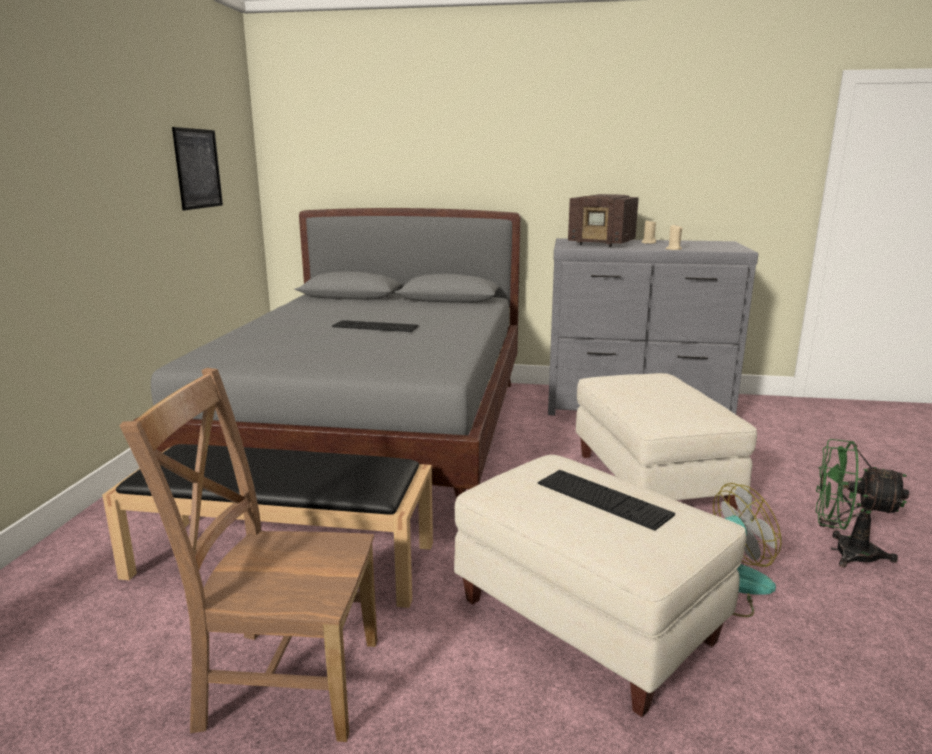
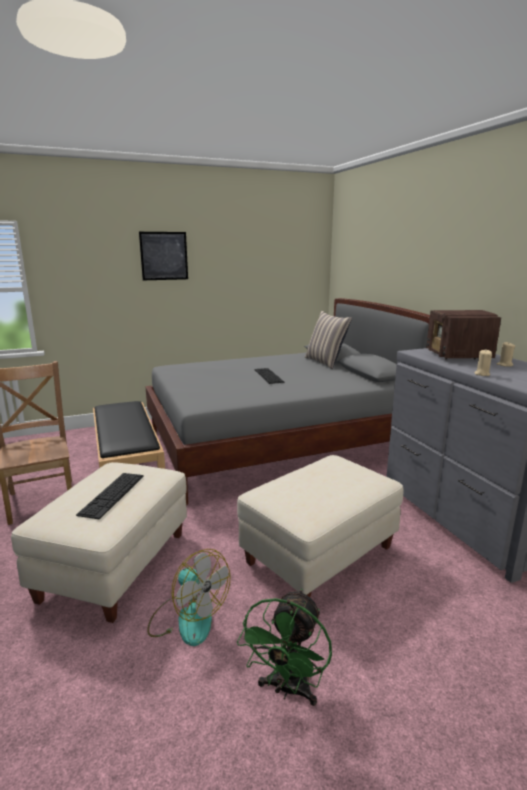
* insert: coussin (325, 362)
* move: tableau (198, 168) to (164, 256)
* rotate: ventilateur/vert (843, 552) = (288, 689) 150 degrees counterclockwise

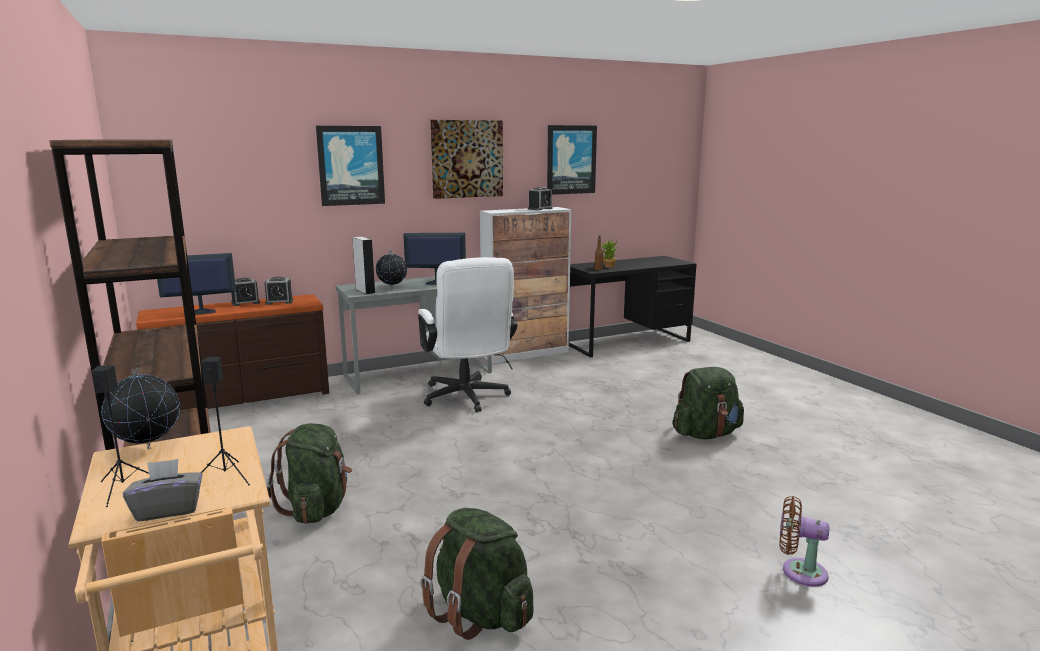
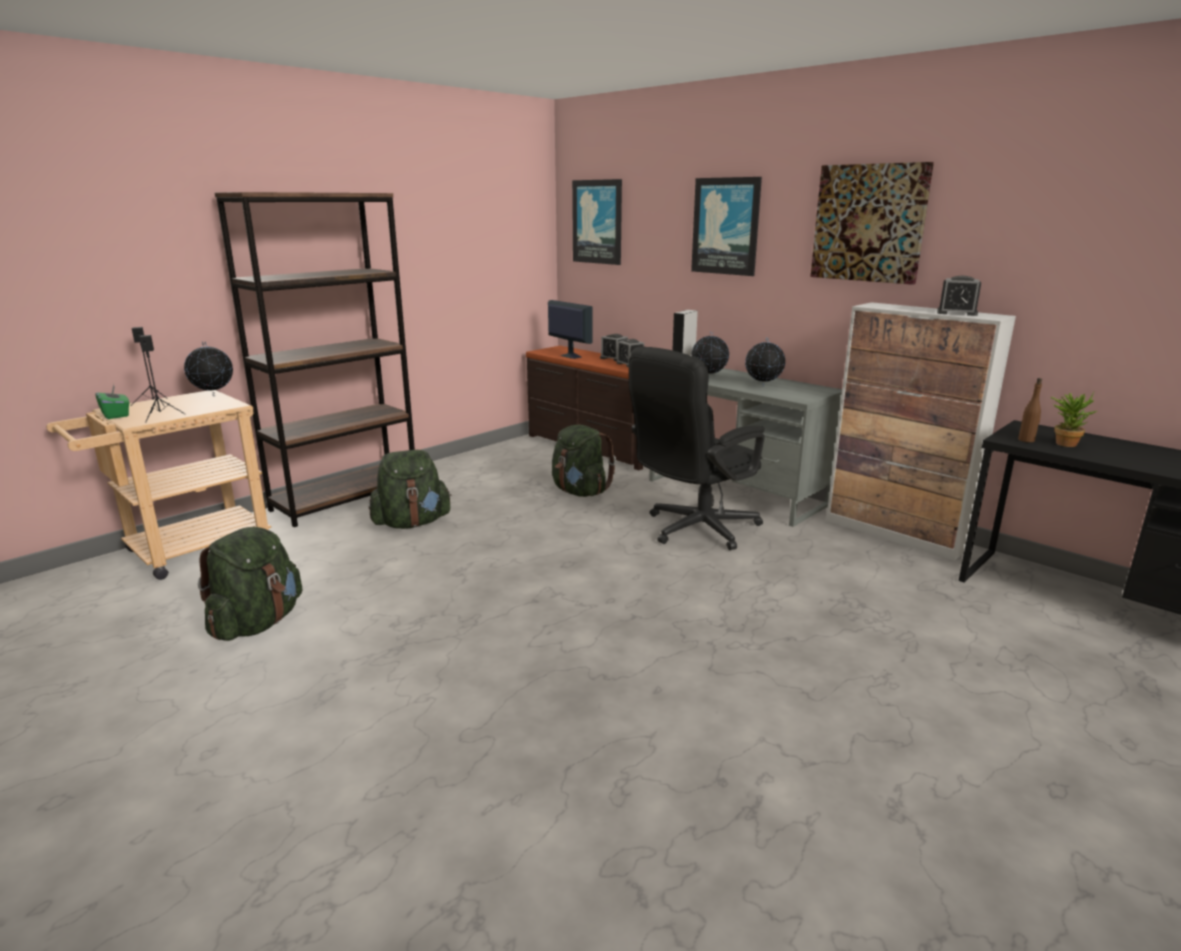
* delete: ventilateur/marron (799, 571)
* move: tableau (571, 159) to (597, 222)
* move: sac à dos/vert (706, 434) to (580, 492)
* replace: écran d'ordinateur (436, 283) to globe (763, 386)
* recolor: boîte à mouchoirs/gris (168, 509) to boîte à mouchoirs/vert (116, 415)
* recolor: chaise de bureau/blanc (467, 398) to chaise de bureau/noir (693, 530)

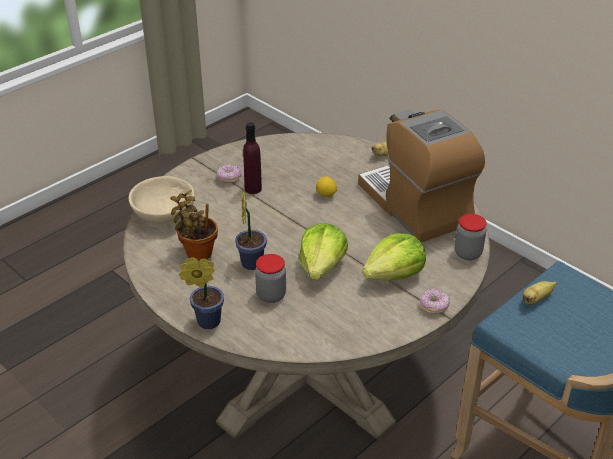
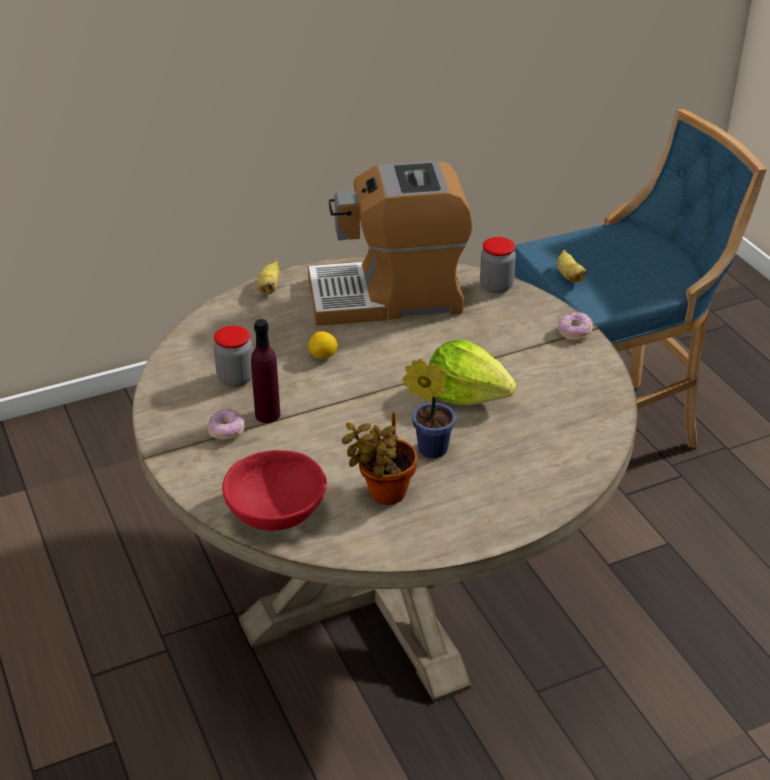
* delete: plante en pot (205, 321)
* delete: laitue (394, 274)
* move: bocal (271, 295) to (235, 378)
* recolor: bol/beige (165, 215) to bol/rouge (276, 511)

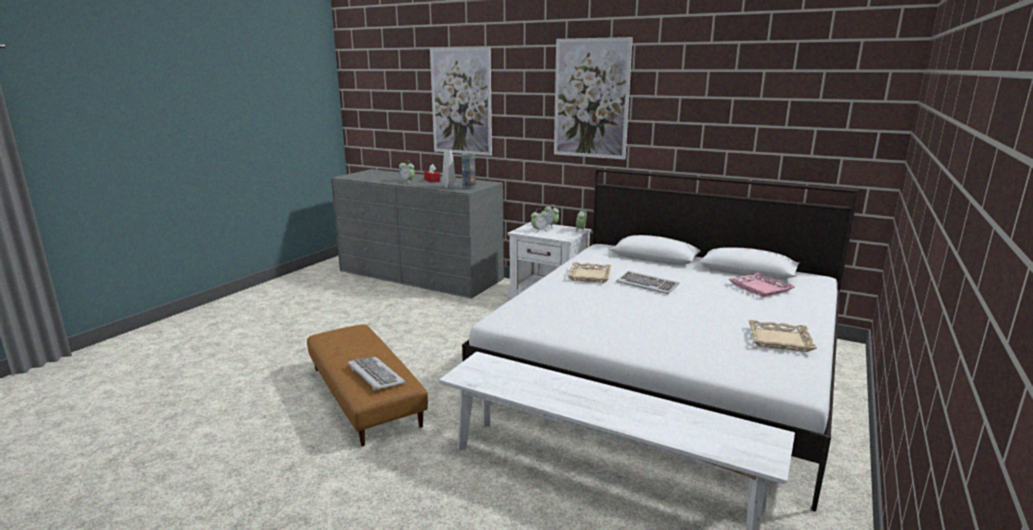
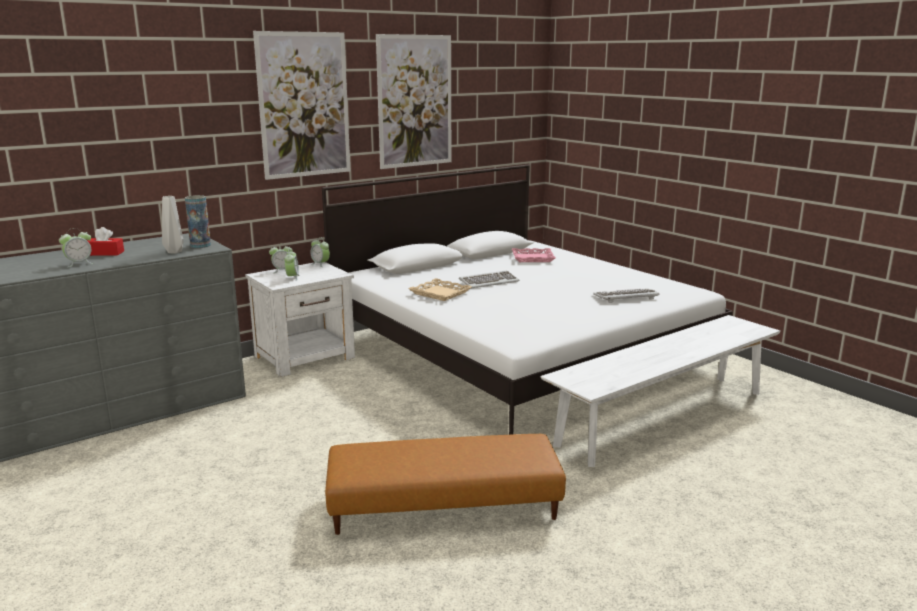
* delete: plateau/beige (780, 340)
* move: clavier (375, 375) to (625, 297)
* move: tableau (461, 102) to (415, 101)

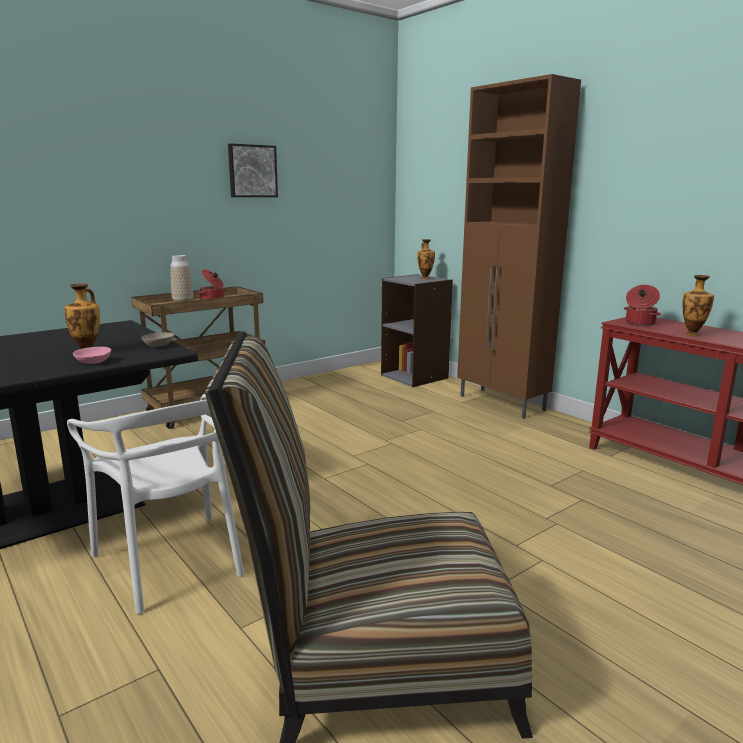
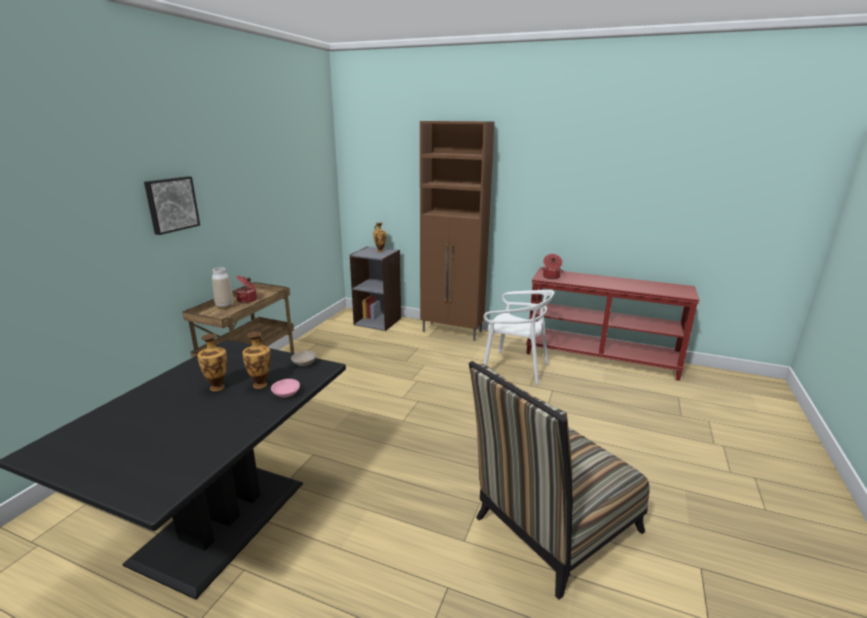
* move: chaise/blanc (171, 561) to (515, 368)
* move: tableau (252, 171) to (171, 204)
* move: vase (692, 334) to (217, 387)

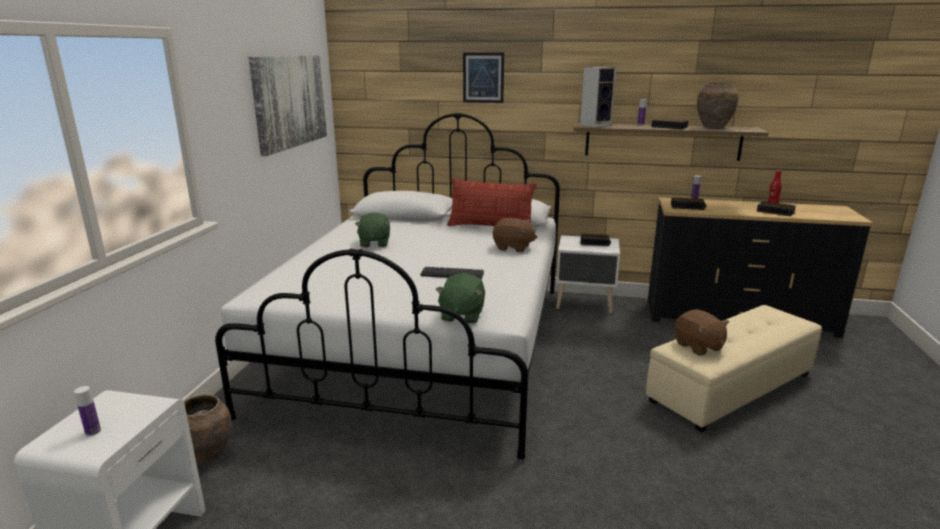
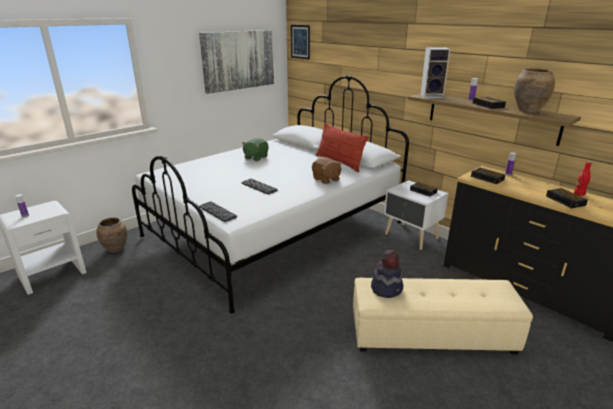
* move: tableau (483, 77) to (300, 41)
* replace: peluche/vert (461, 315) to clavier (217, 212)
* replace: peluche/marron (698, 346) to chapeau (387, 288)

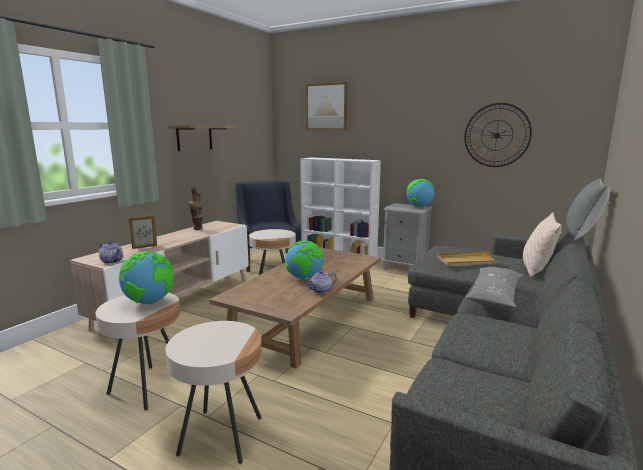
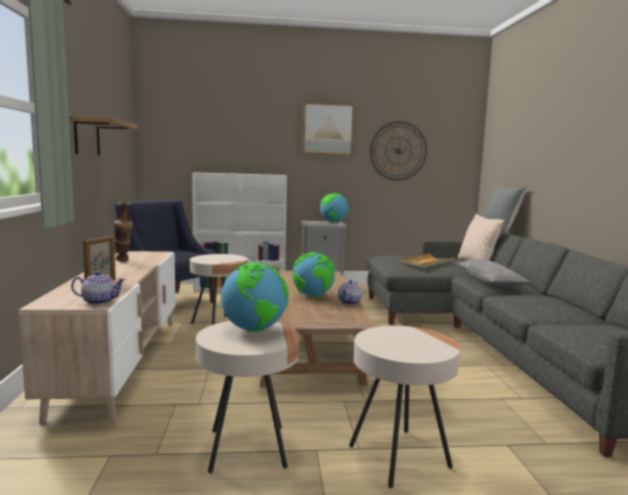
* move: tableau (327, 107) to (328, 129)

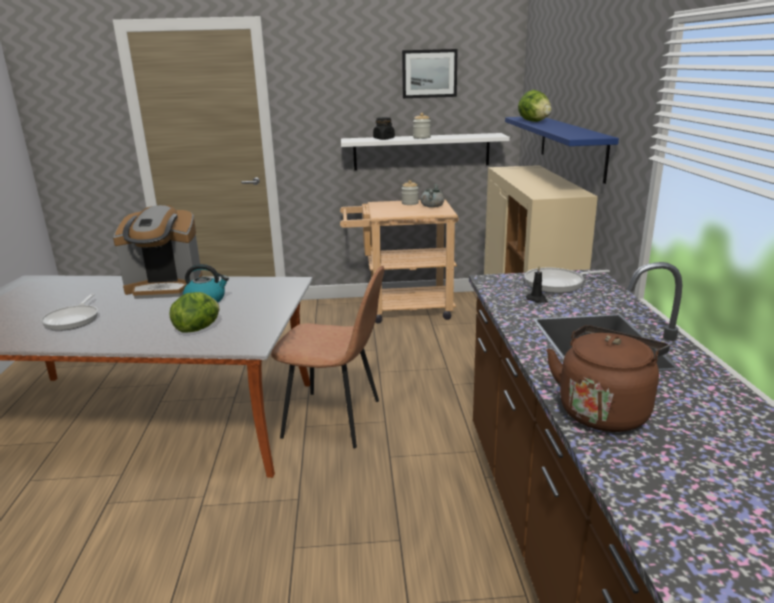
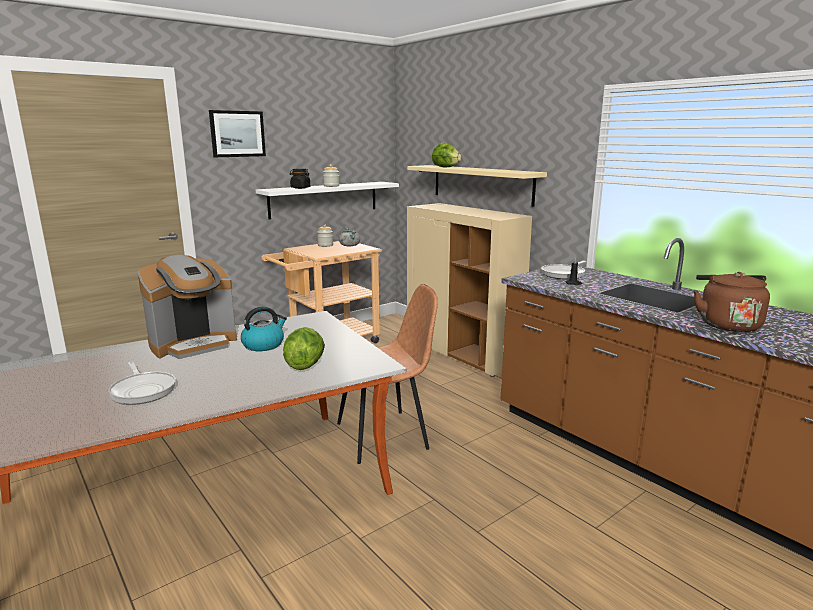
* move: tableau (429, 73) to (237, 134)
* recolor: étagère/bleu (571, 146) to étagère/beige (481, 184)

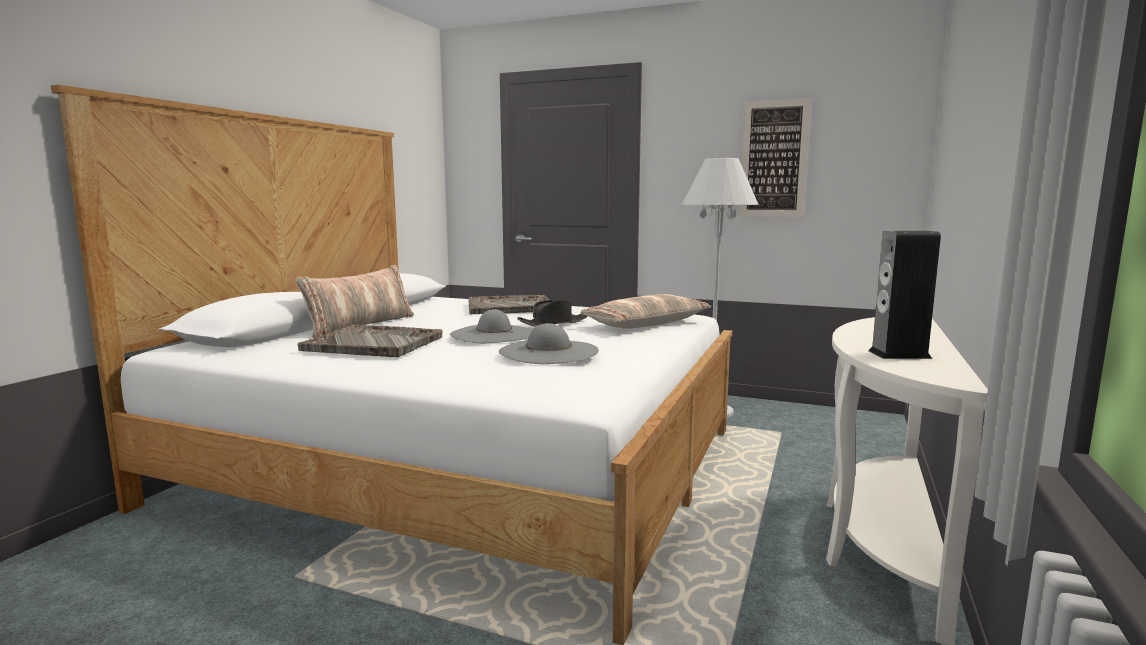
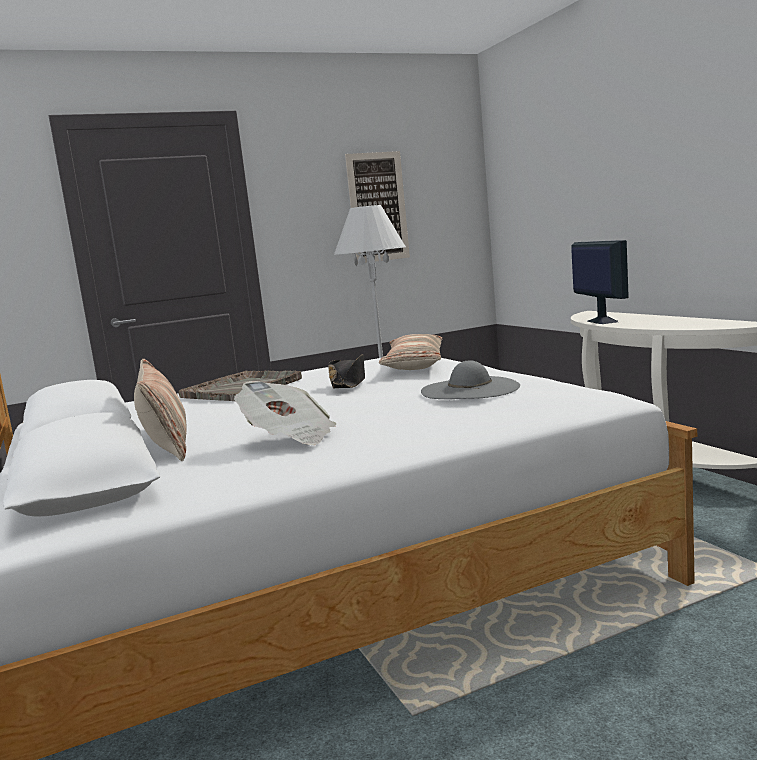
* delete: chapeau/gris (494, 334)
* delete: enceinte (899, 354)
* insert: écran d'ordinateur (601, 321)
* replace: plateau/gris (374, 344) to journal (289, 437)

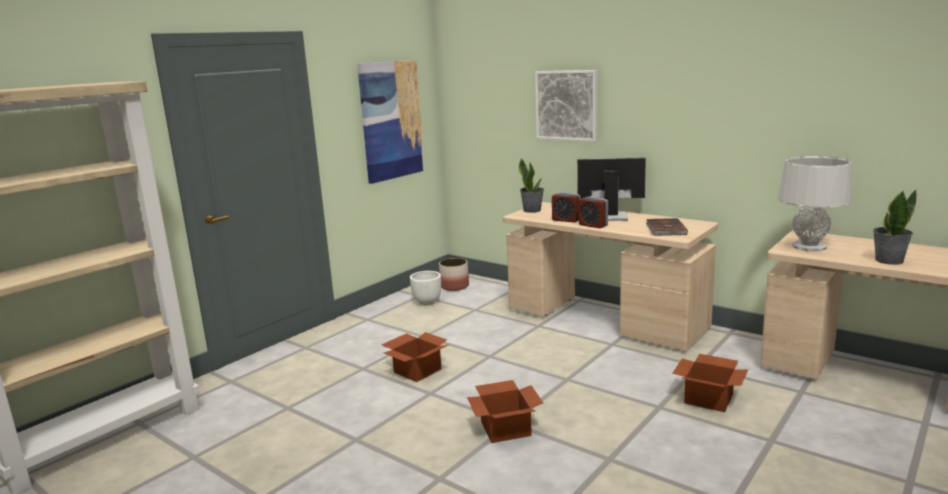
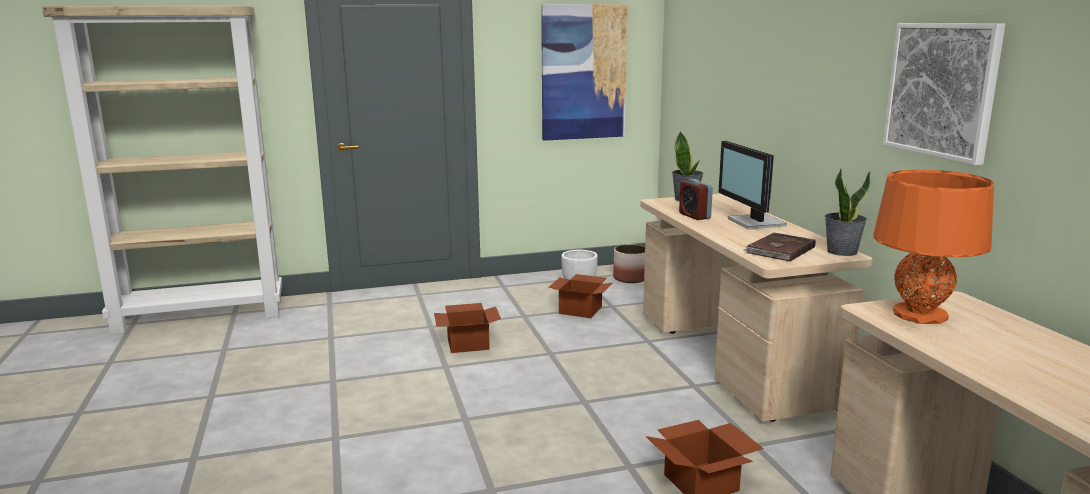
* delete: réveil (593, 225)
* move: carton (506, 428) to (581, 310)
* move: tableau (566, 105) to (941, 90)
* move: plante en pot (888, 260) to (841, 251)
* recolor: lampe de table/gris (809, 246) to lampe de table/orange (920, 315)
* rotate: écran d'ordinateur (610, 216) = (754, 223) 150 degrees counterclockwise

